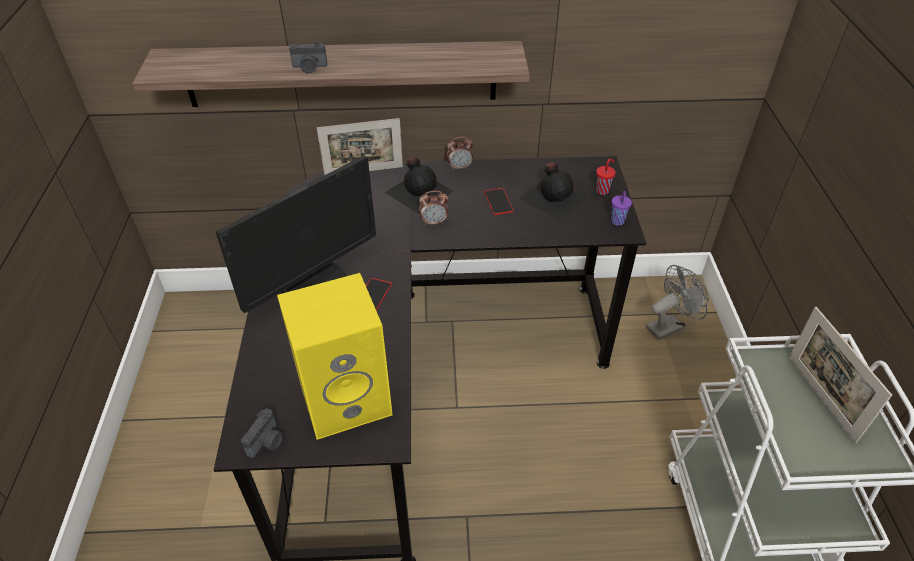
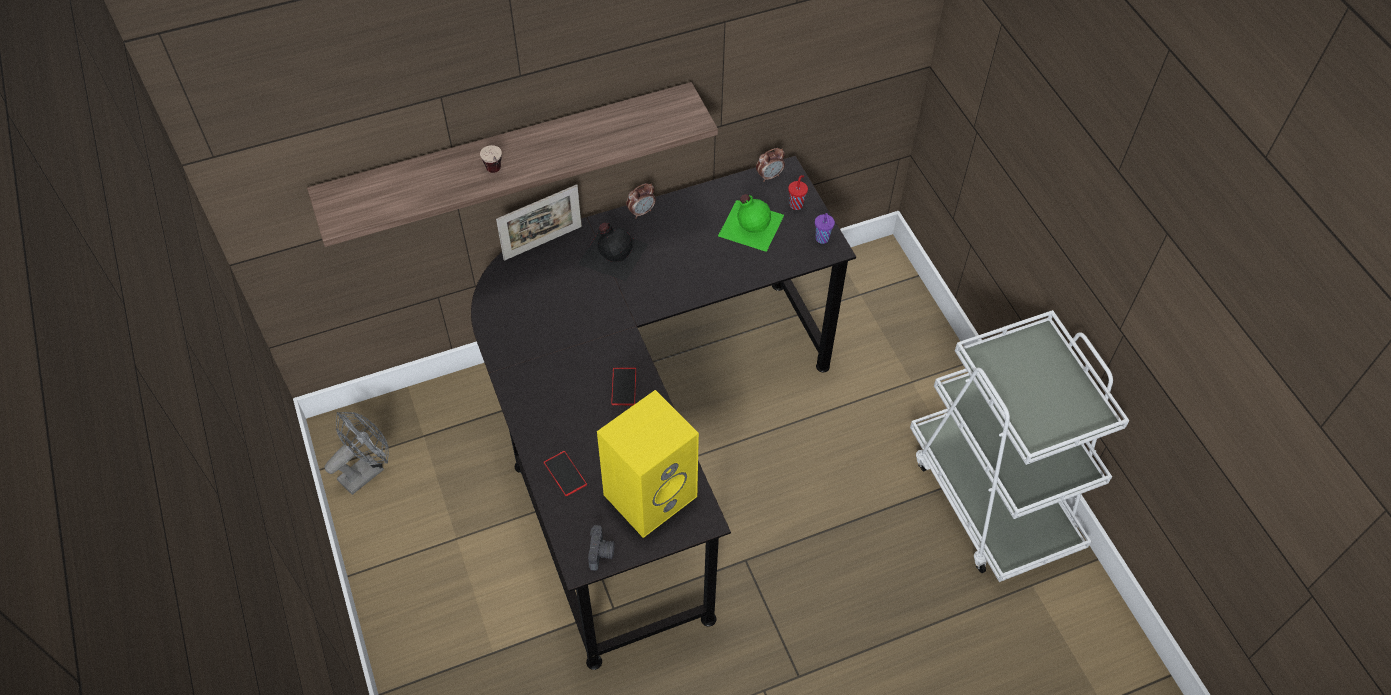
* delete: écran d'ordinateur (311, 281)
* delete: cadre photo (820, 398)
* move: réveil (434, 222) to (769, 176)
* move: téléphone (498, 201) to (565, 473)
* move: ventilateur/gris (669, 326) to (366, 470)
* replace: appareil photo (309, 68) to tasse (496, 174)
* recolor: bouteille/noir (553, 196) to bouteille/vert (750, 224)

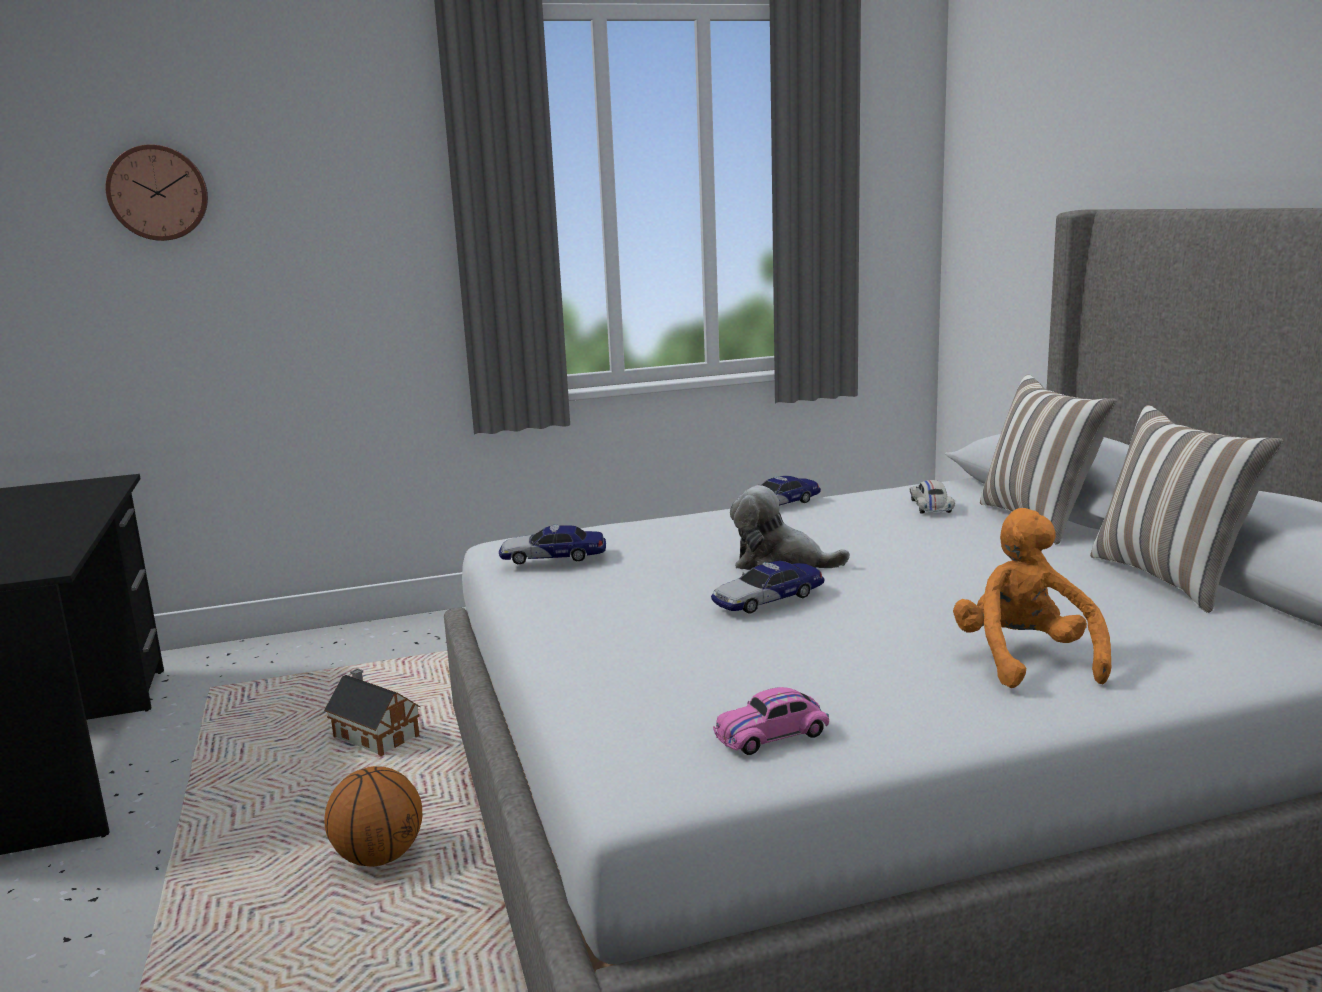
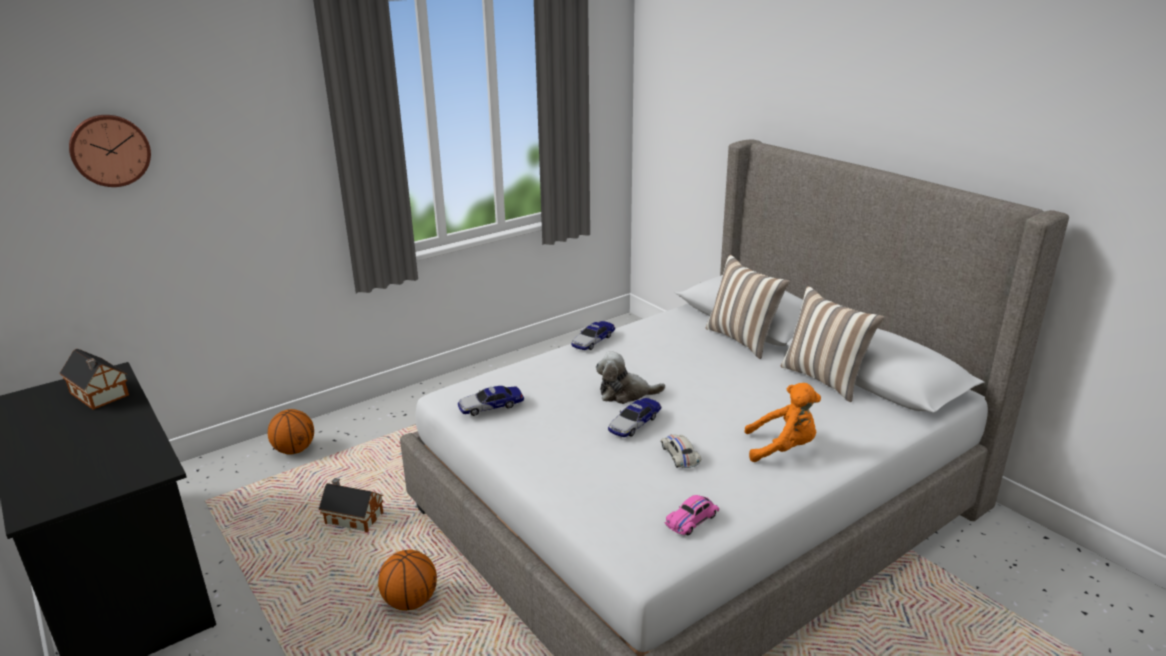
* insert: maison miniature (99, 395)
* insert: ballon de basket (294, 450)
* move: petite voiture/blanc (930, 506) to (679, 456)
* rotate: peluche/orange (1025, 660) = (783, 448) 120 degrees clockwise

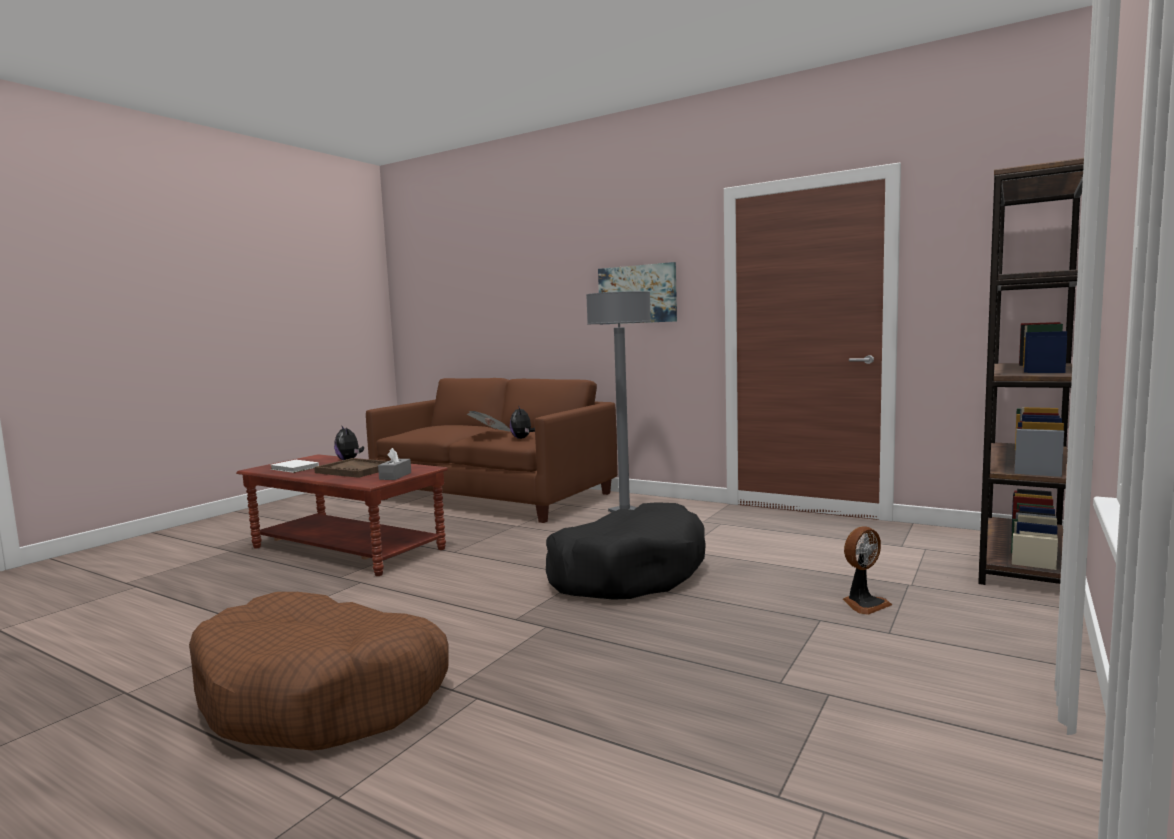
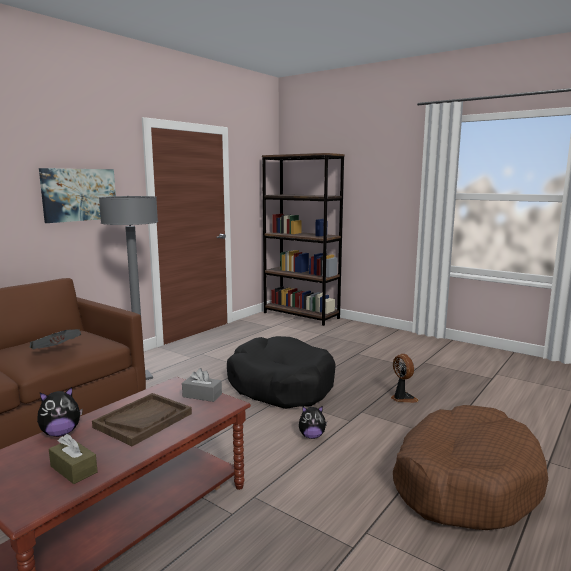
* move: peluche (522, 438) to (312, 436)
* move: ventilateur (864, 604) to (402, 398)
* replace: livre/blanc (294, 468) to boîte à mouchoirs/marron (73, 469)

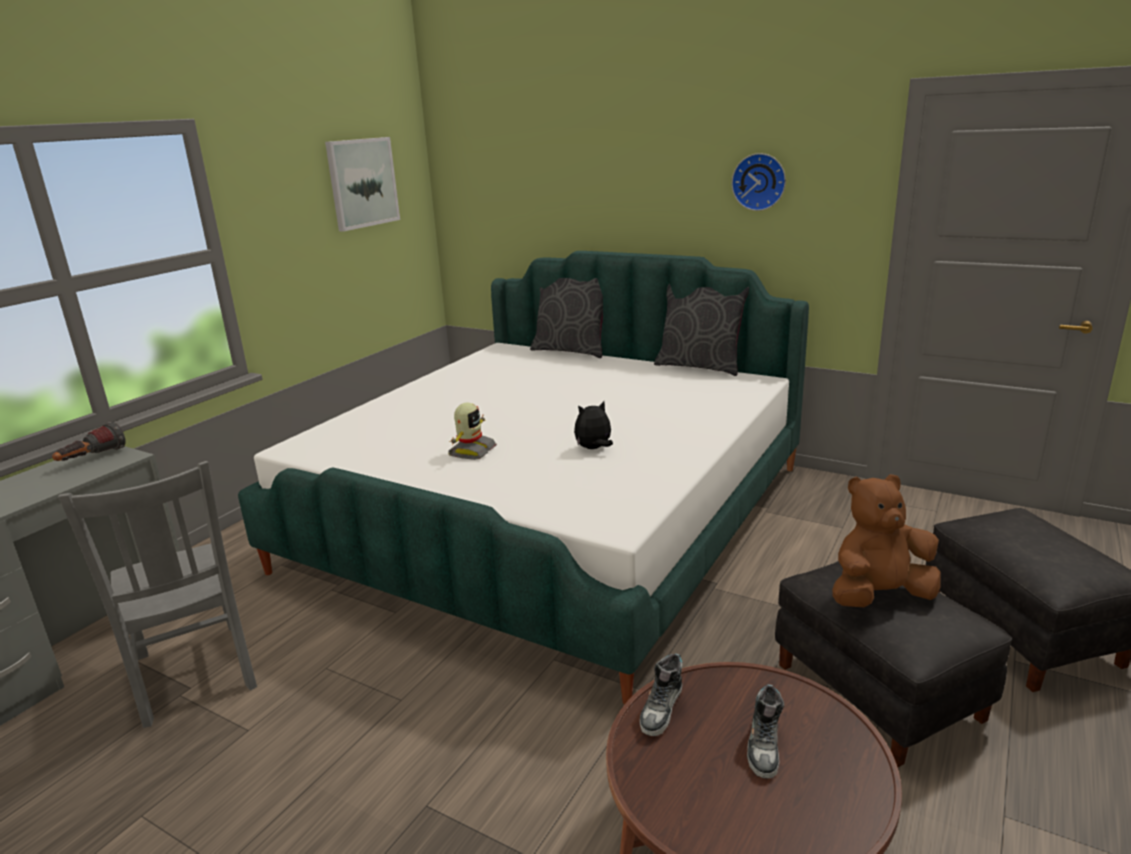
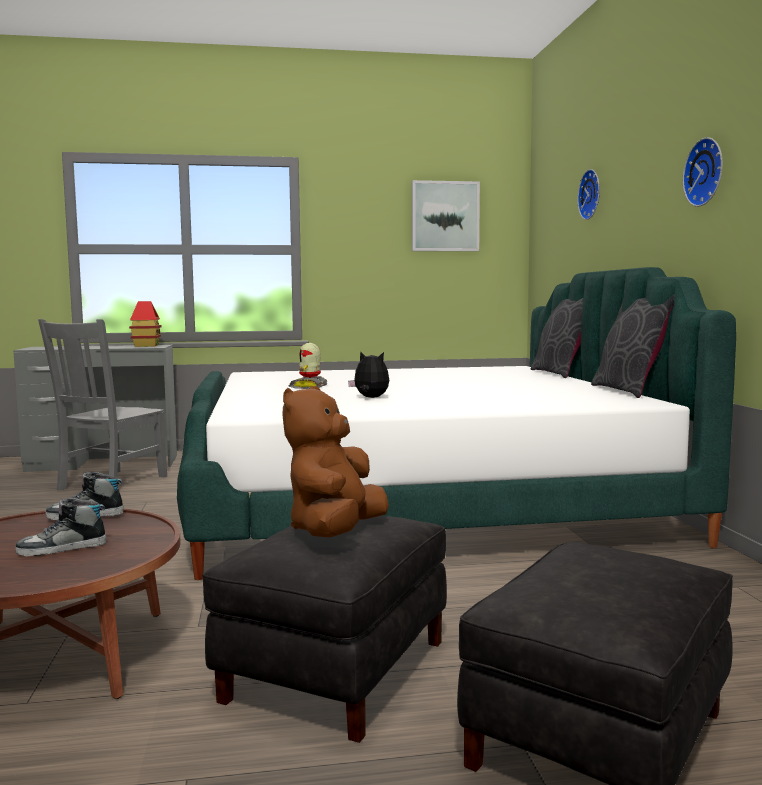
* insert: horloge murale (592, 194)
* replace: lampe de poche (92, 459) to maison miniature (146, 345)
* rotate: robot jouet (471, 451) = (309, 387) 120 degrees clockwise
* rotate: peluche/marron (879, 596) = (335, 532) 105 degrees counterclockwise

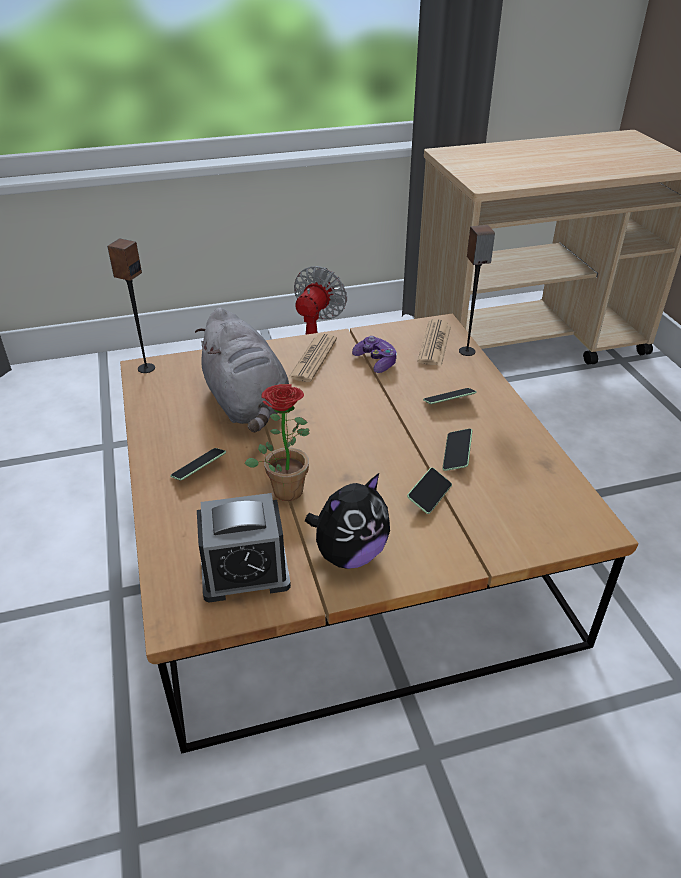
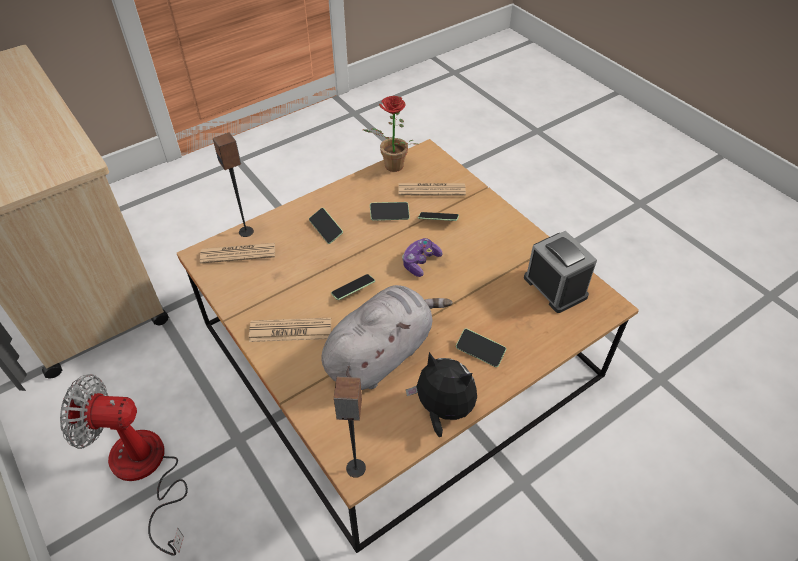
* insert: téléphone (353, 291)
* insert: journal (431, 190)
* move: plante en pot (286, 486) to (390, 167)
* move: peluche (349, 554) to (442, 410)
* move: manette (376, 361) to (420, 262)

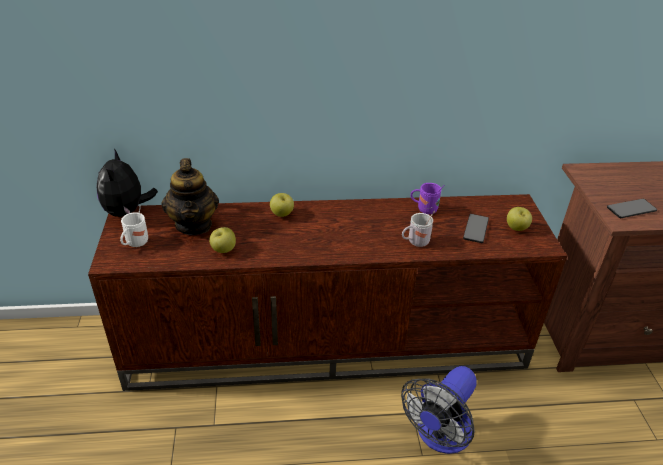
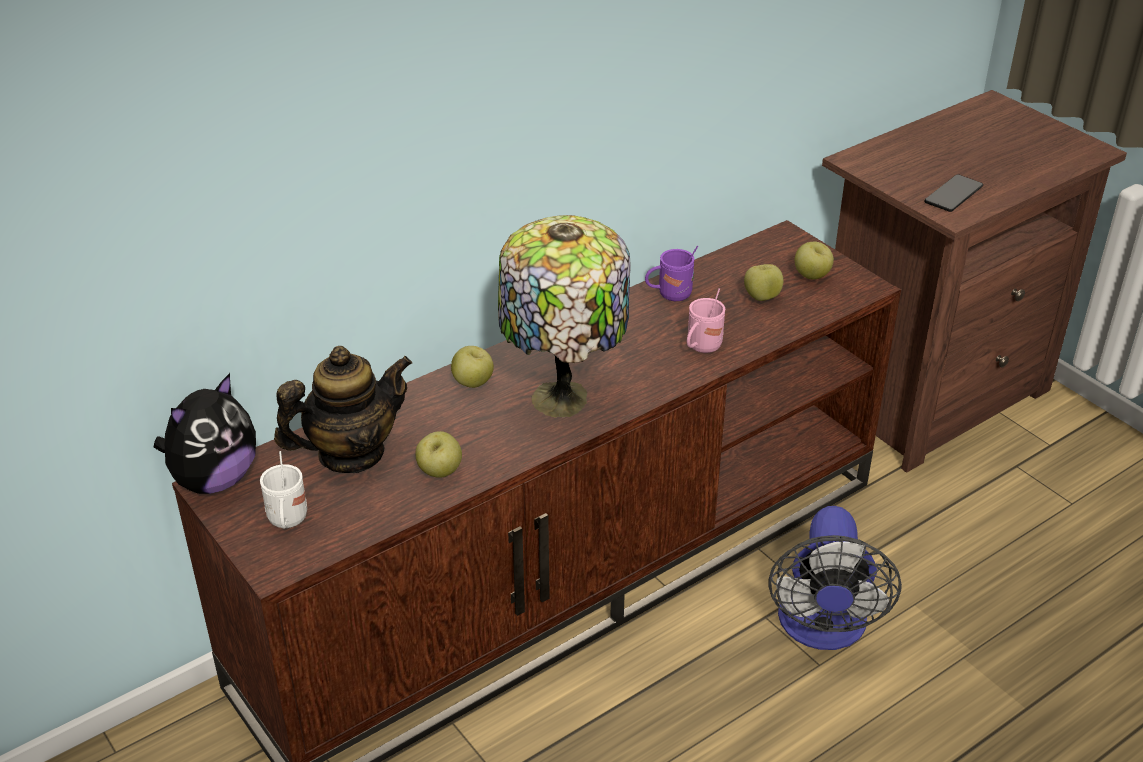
* insert: lampe de table (563, 401)
* replace: téléphone (475, 229) to pomme (762, 297)
* recolor: mug/blanc (415, 242) to mug/rose (701, 348)
* rotate: peluche (127, 212) = (214, 479) 105 degrees counterclockwise
* rotate: théière (194, 224) = (351, 453) 75 degrees counterclockwise

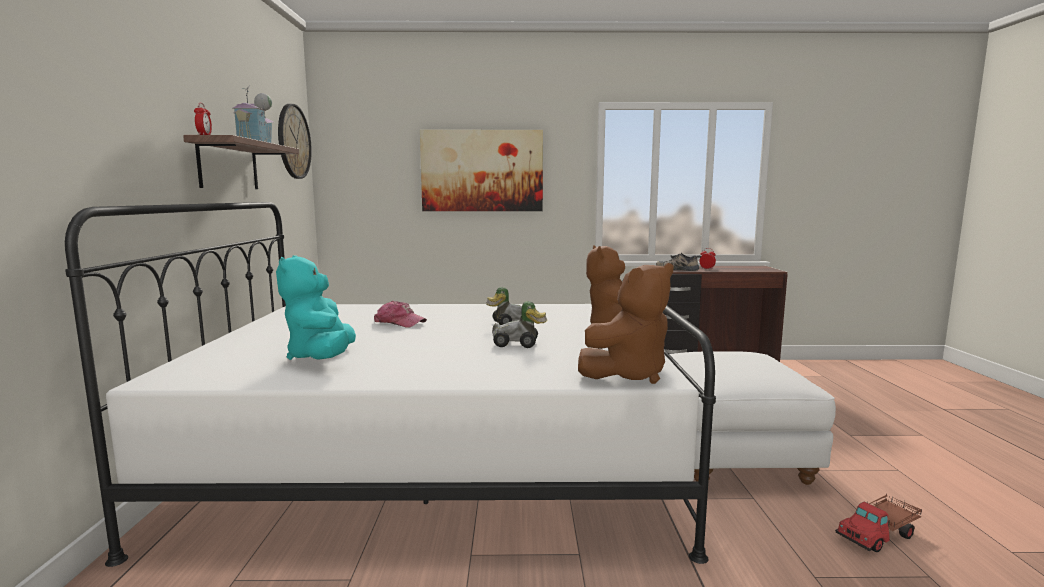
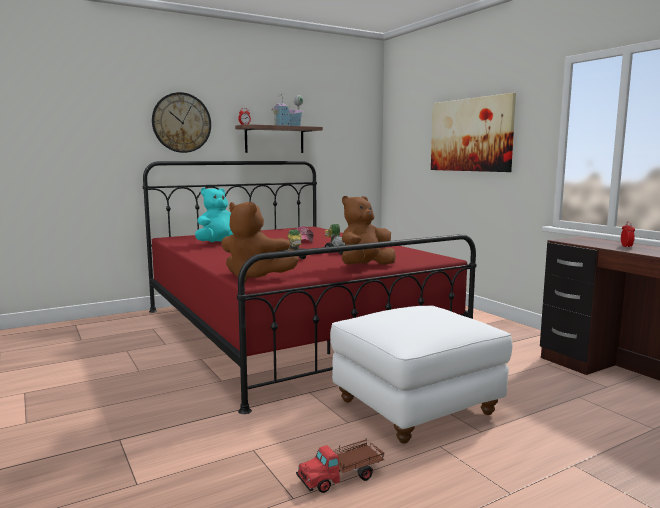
* delete: chaussure (677, 269)
* move: horloge murale (293, 141) to (181, 122)
* recolor: lit/blanc (439, 457) to lit/rouge (291, 330)
* rotate: camion jouet (878, 534) = (342, 476) 60 degrees counterclockwise

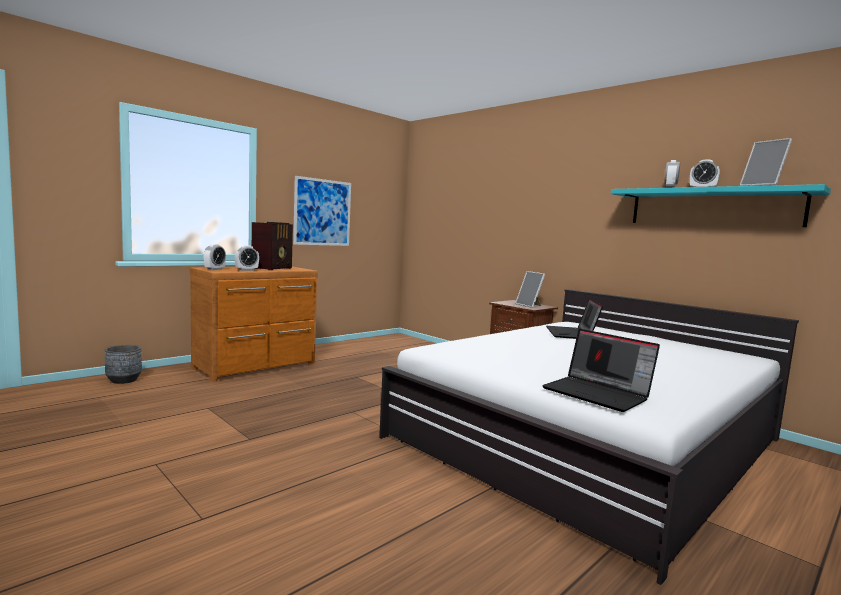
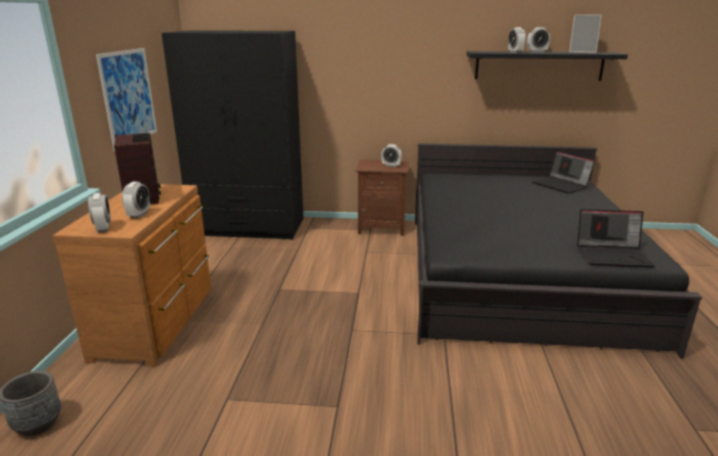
* insert: armoire/noir (249, 227)
* move: ordinateur portable (572, 334) to (561, 185)
* replace: cadre photo (530, 305) to réveil (391, 165)
* recolor: lit/blanc (590, 438) to lit/noir (516, 273)
* recolor: étagère/turquoise (712, 207) to étagère/noir (538, 65)

